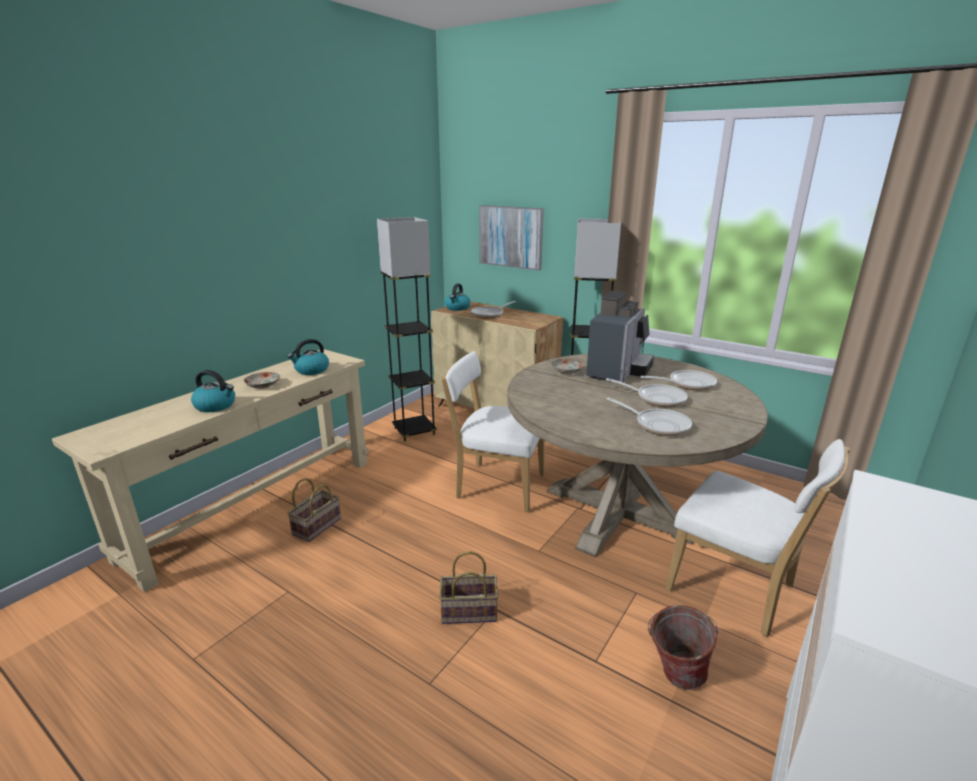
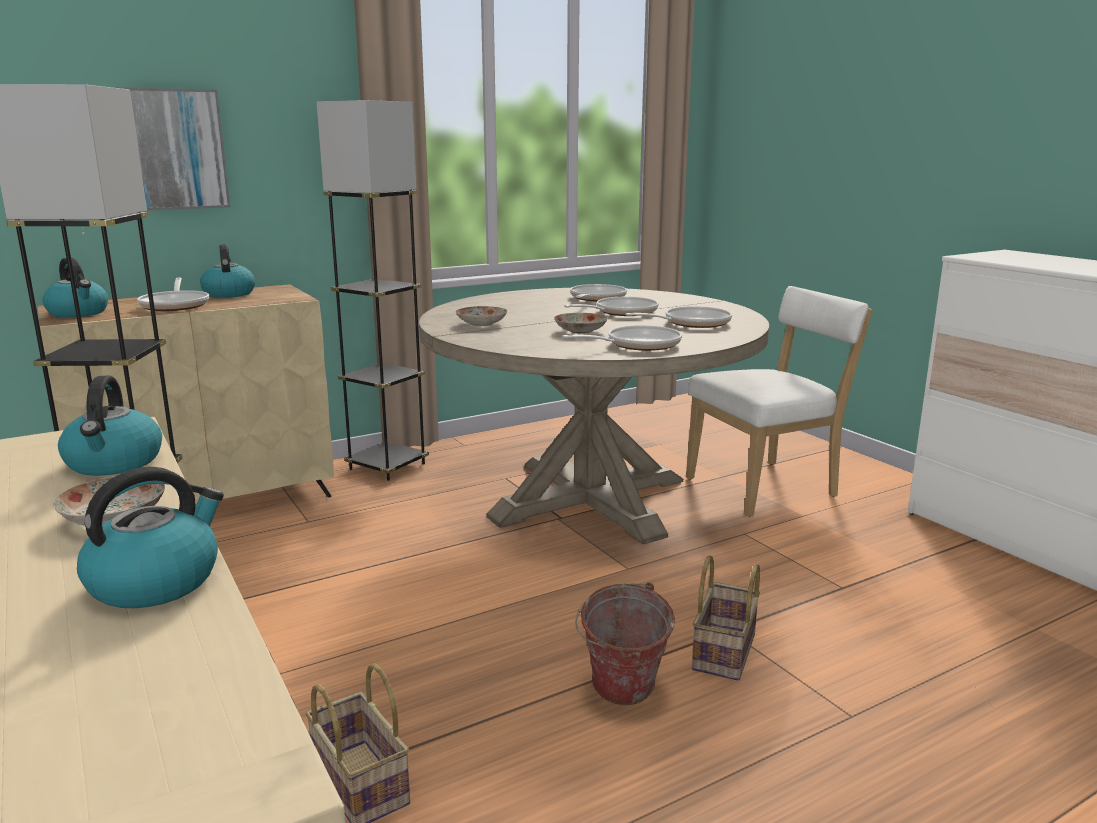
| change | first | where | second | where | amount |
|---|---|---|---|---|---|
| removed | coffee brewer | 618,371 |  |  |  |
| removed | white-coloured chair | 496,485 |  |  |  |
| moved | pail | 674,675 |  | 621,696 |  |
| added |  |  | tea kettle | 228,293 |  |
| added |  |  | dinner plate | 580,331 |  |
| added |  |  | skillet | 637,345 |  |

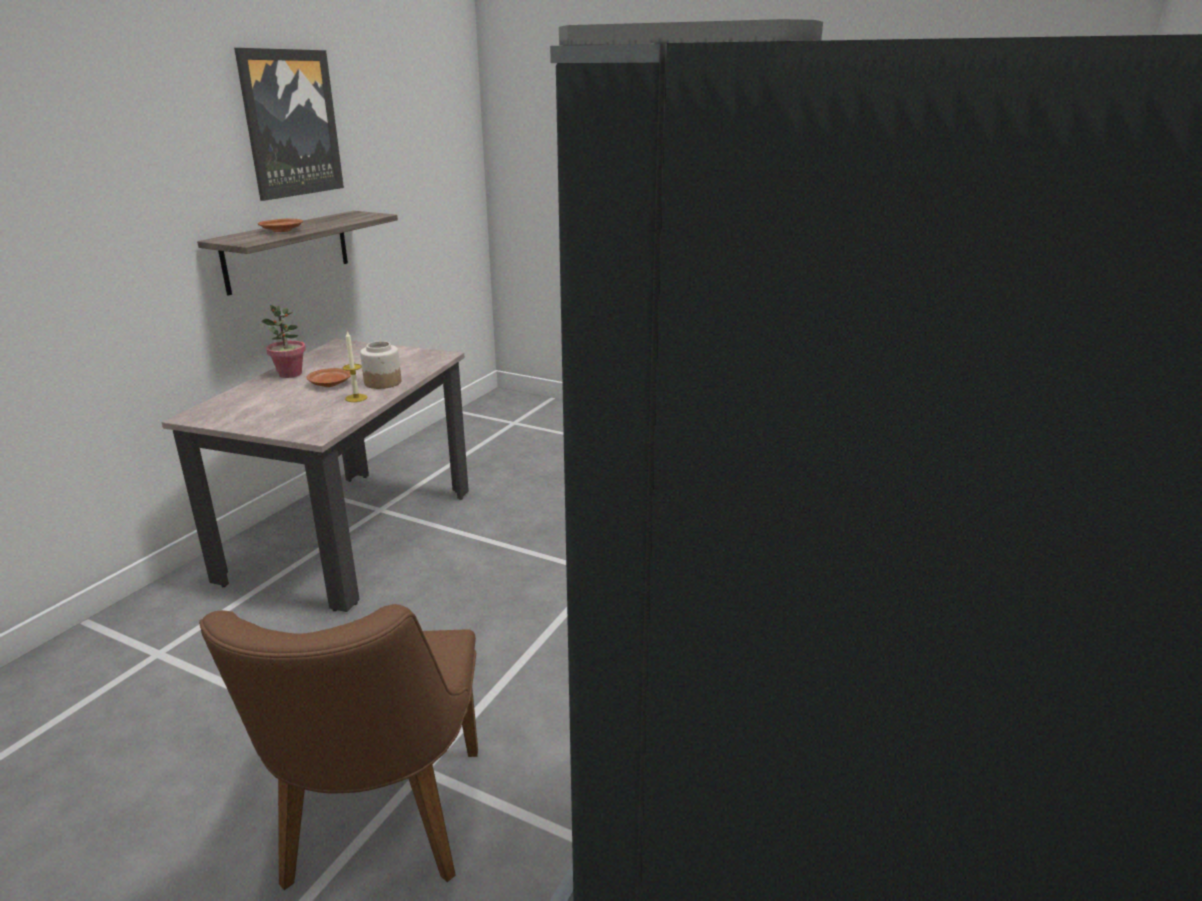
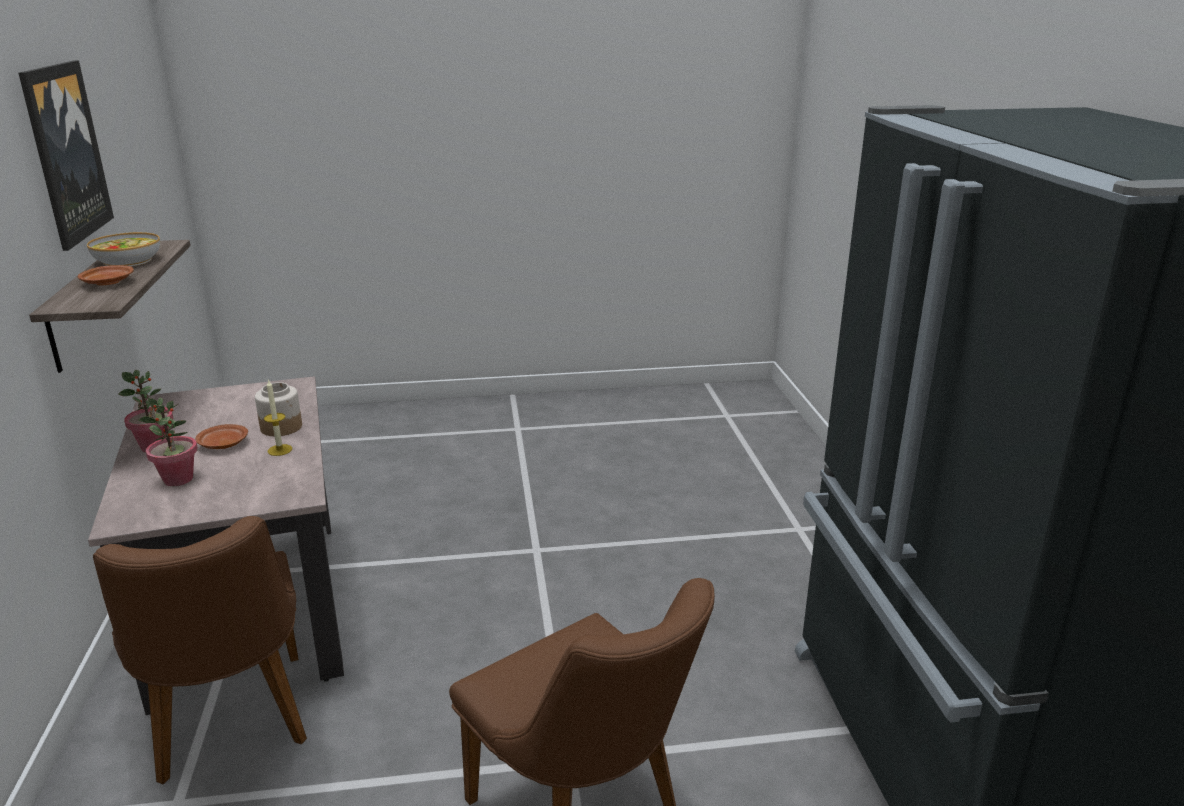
| change | first | where | second | where | amount |
|---|---|---|---|---|---|
| added |  |  | serving bowl | 127,261 |  |
| added |  |  | plant in a pot | 178,479 |  |
| added |  |  | brown-coloured chair | 229,728 |  |

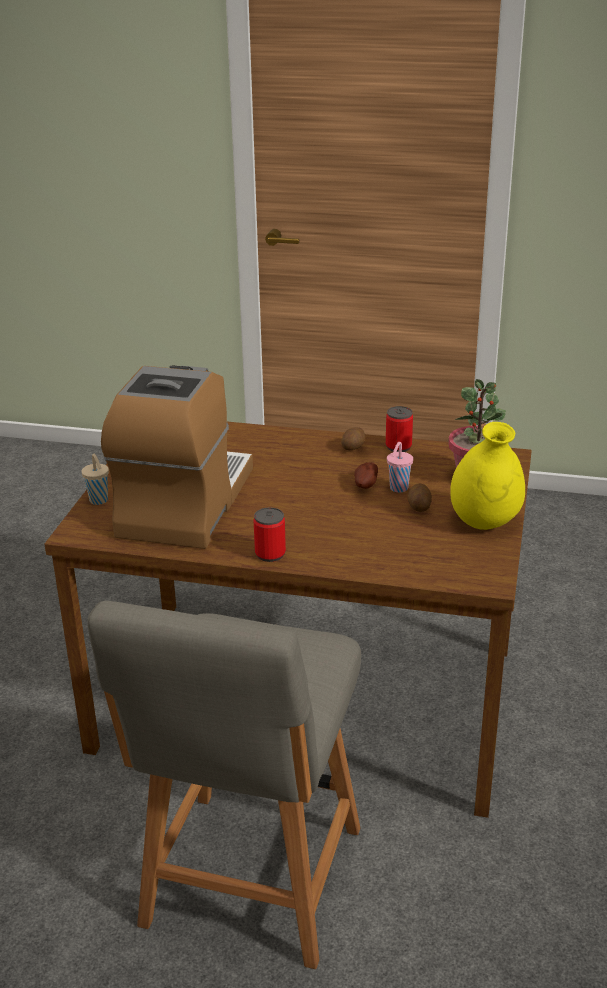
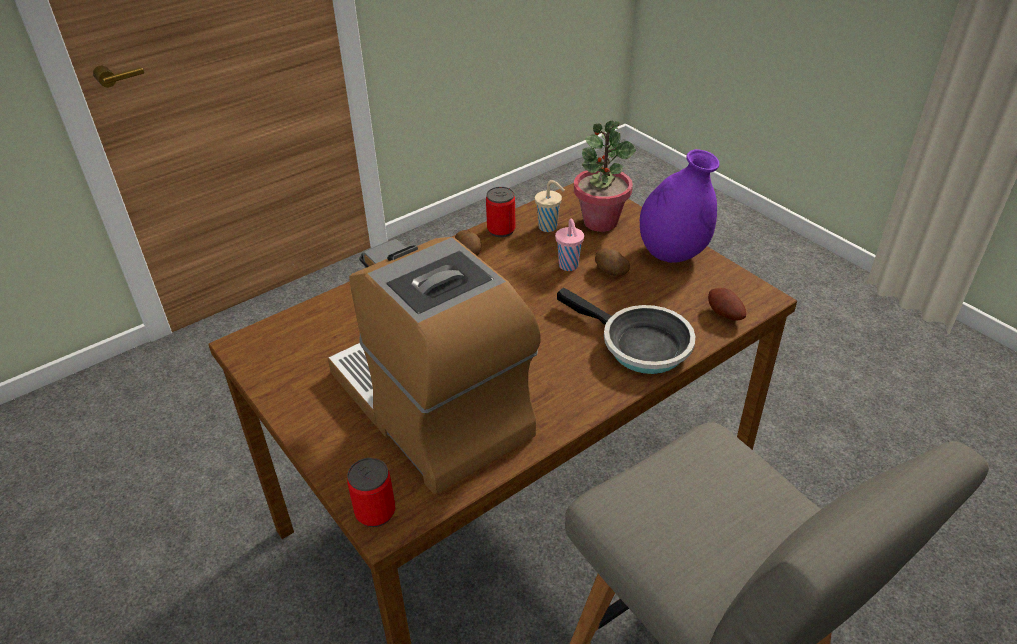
| change | first | where | second | where | amount |
|---|---|---|---|---|---|
| recoloured | yellow-coloured decorative vase | 484,522 | purplish decorative vase | 673,253 |  |
| moved | beige cup | 99,501 |  | 549,227 |  |
| moved | spud | 365,485 |  | 724,315 |  |
| moved | can | 270,554 |  | 375,512 |  |
| added |  |  | skillet | 639,345 |  |

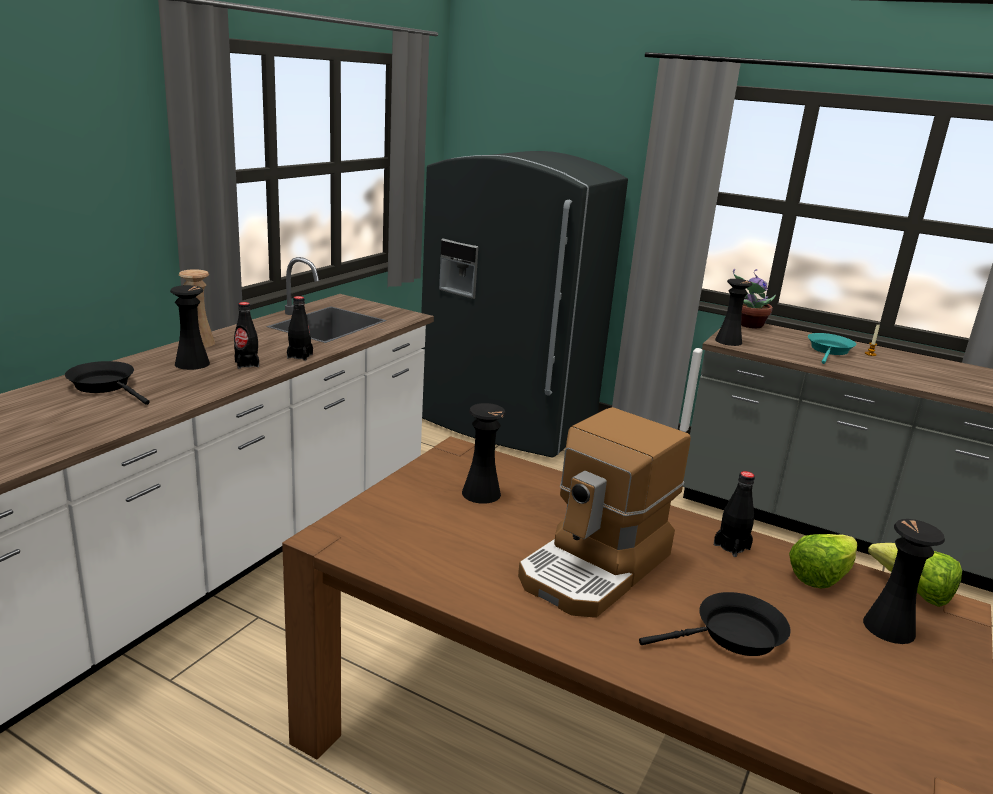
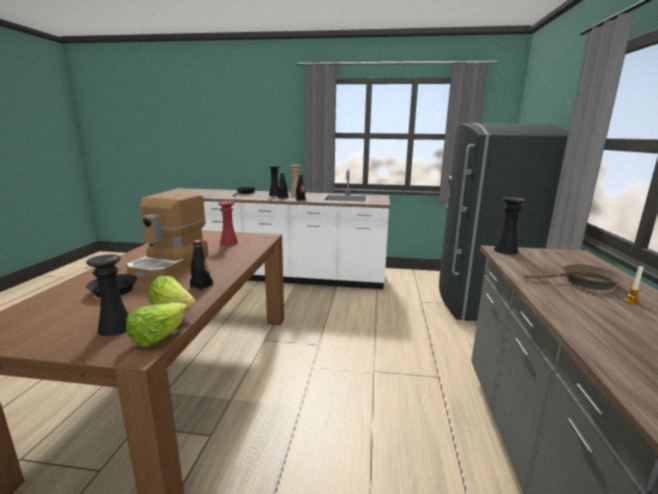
| change | first | where | second | where | amount |
|---|---|---|---|---|---|
| removed | plant in a pot | 748,325 |  |  |  |
| recoloured | blue-green skillet | 829,351 | brown-coloured skillet | 584,282 |  |
| recoloured | black decorative vase | 481,493 | red decorative vase | 229,243 |  |
| turned | coffee brewer | 596,568 |  | 170,263 | 90 degrees counterclockwise |

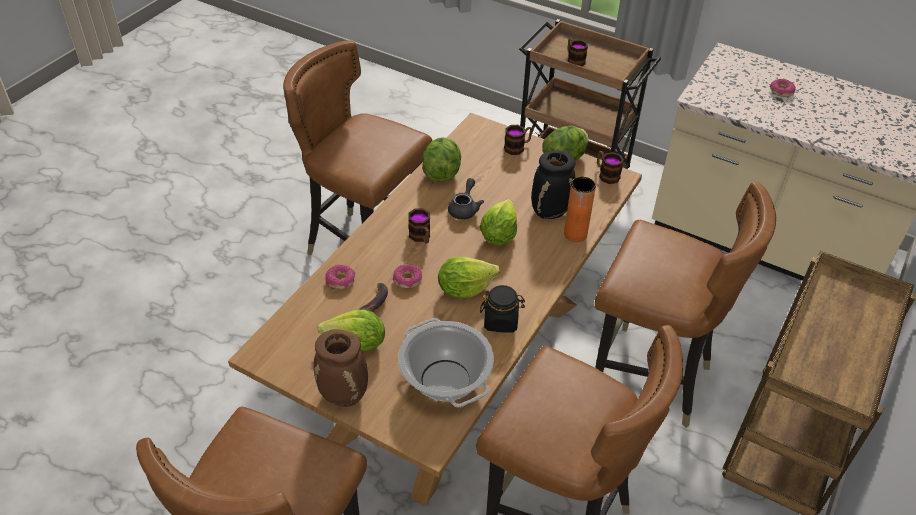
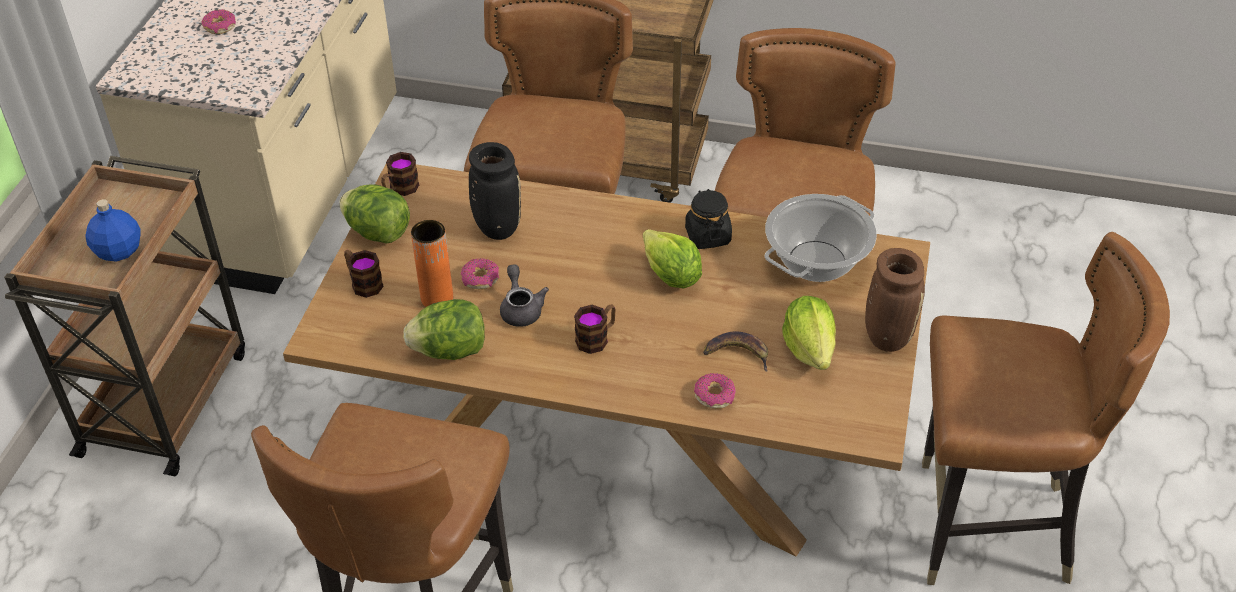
| change | first | where | second | where | amount |
|---|---|---|---|---|---|
| replaced | tea mug | 574,60 | blue bottle | 119,251 |  |
| moved | orange decorative vase | 575,234 |  | 437,298 |  |
| turned | grey tea pot | 464,208 |  | 521,309 | 75 degrees clockwise |
| removed | lettuce head | 498,235 |  |  |  |
| moved | doughnut | 407,280 |  | 480,279 |  |

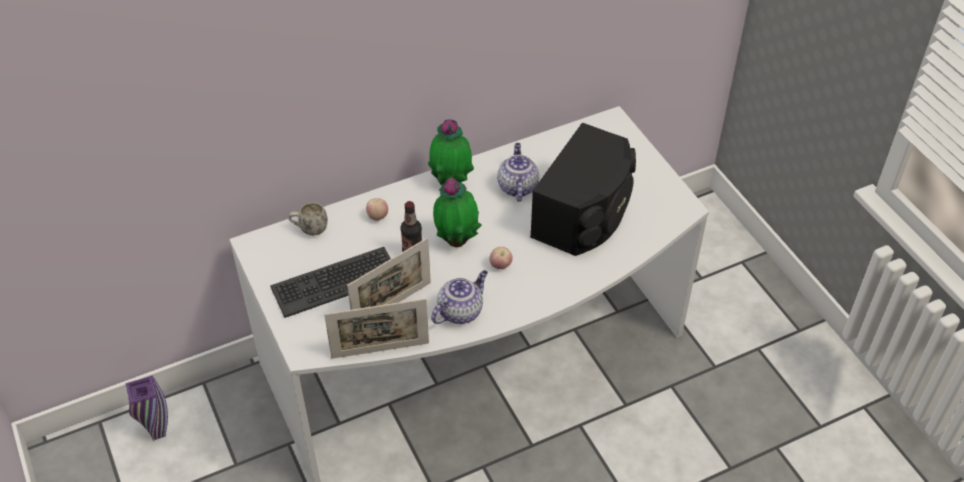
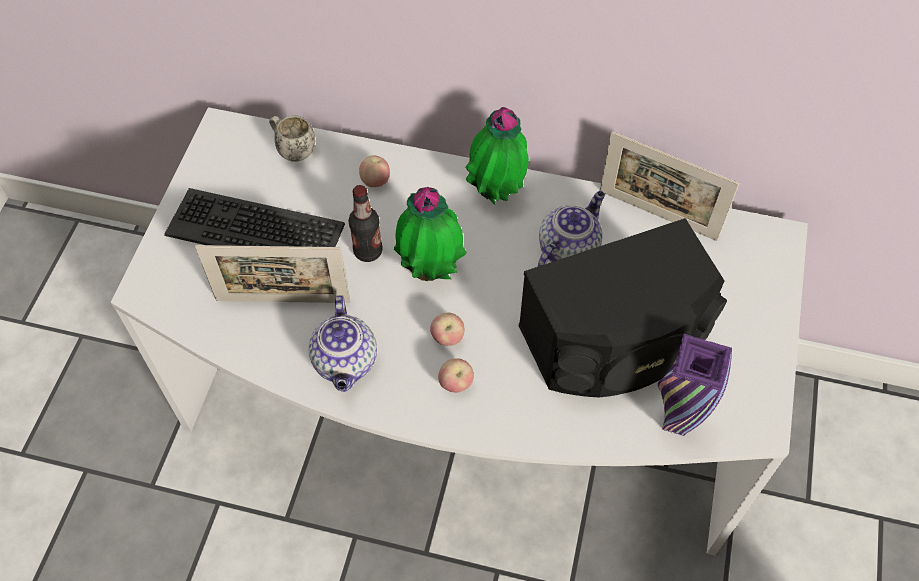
| change | first | where | second | where | amount |
|---|---|---|---|---|---|
| turned | tea pot | 460,311 |  | 346,363 | 90 degrees clockwise |
| moved | picture frame | 380,350 |  | 657,215 |  |
| moved | purplish decorative vase | 158,433 |  | 675,423 |  |
| added |  |  | apple | 456,384 |  |

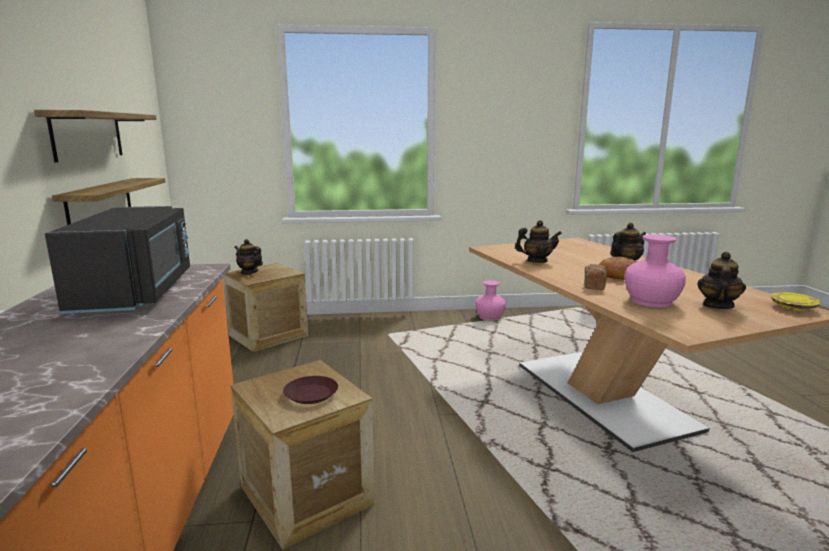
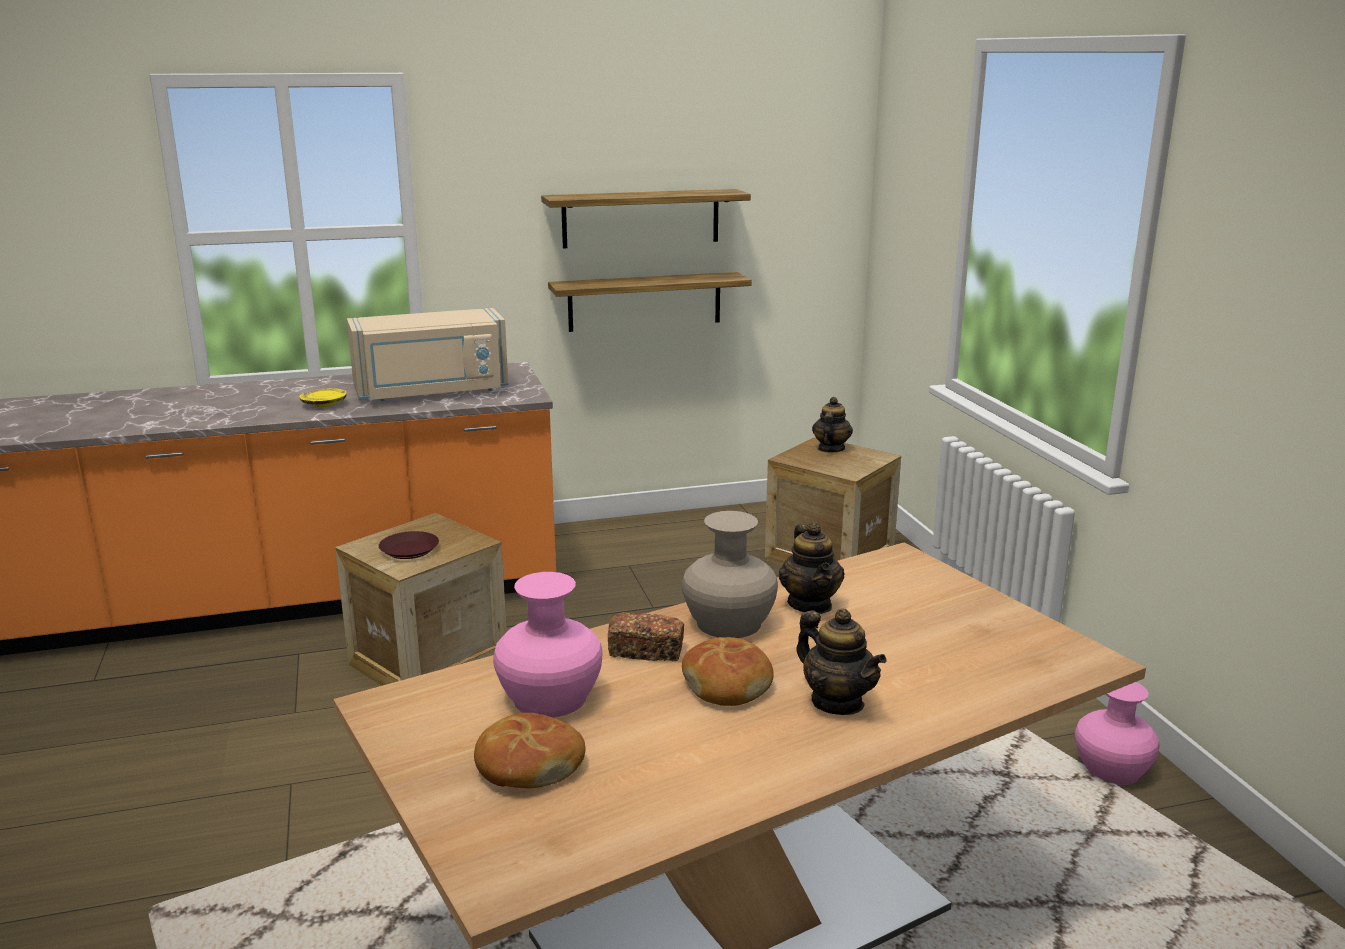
| change | first | where | second | where | amount |
|---|---|---|---|---|---|
| recoloured | black kitchen microwave | 137,292 | beige kitchen microwave | 432,392 |  |
| replaced | tea pot | 717,305 | bakery bread | 528,766 |  |
| moved | yellow-coloured dinner plate | 793,307 |  | 324,405 |  |
| added |  |  | beige decorative vase | 729,623 |  |

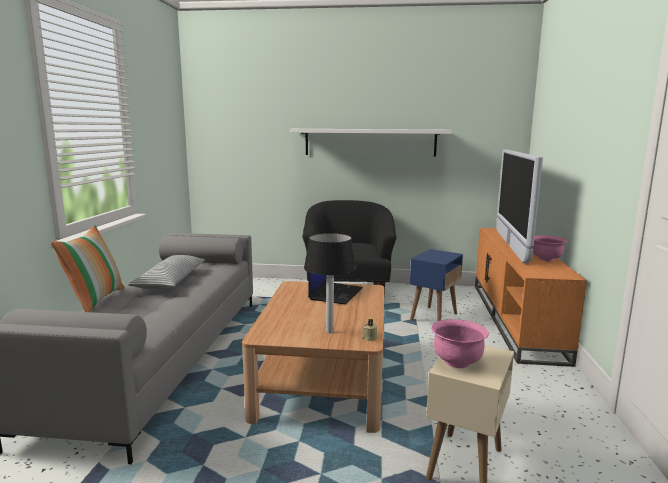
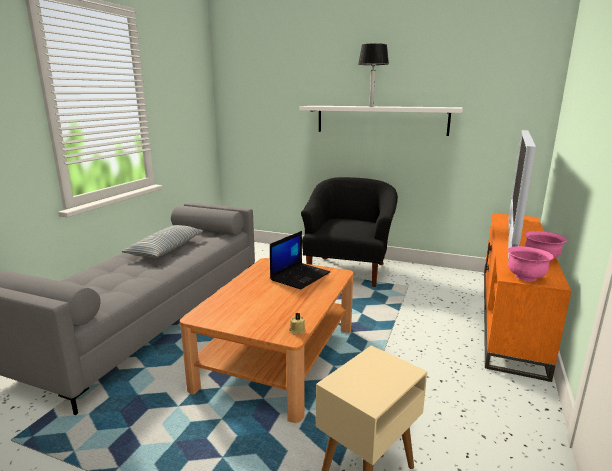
| change | first | where | second | where | amount |
|---|---|---|---|---|---|
| removed | cushion | 95,300 |  |  |  |
| moved | table lamp | 330,331 |  | 371,106 |  |
| removed | blue side table | 434,317 |  |  |  |
| moved | pink-coloured serving bowl | 457,362 |  | 526,277 |  |

